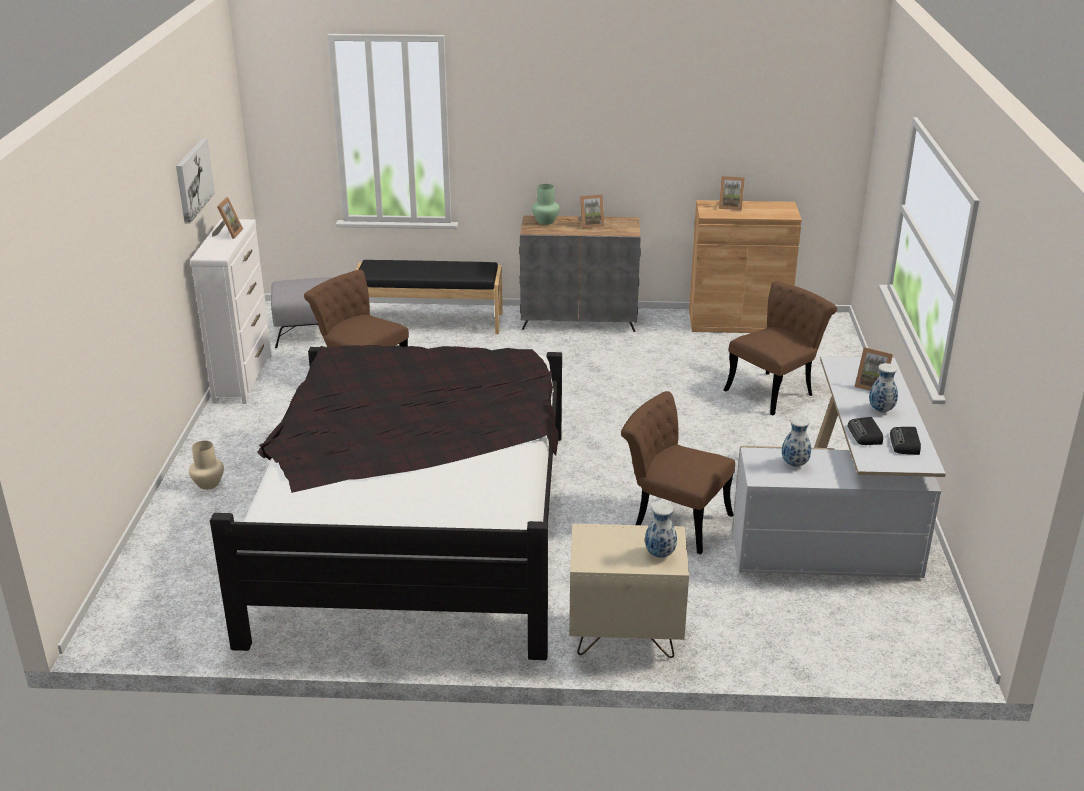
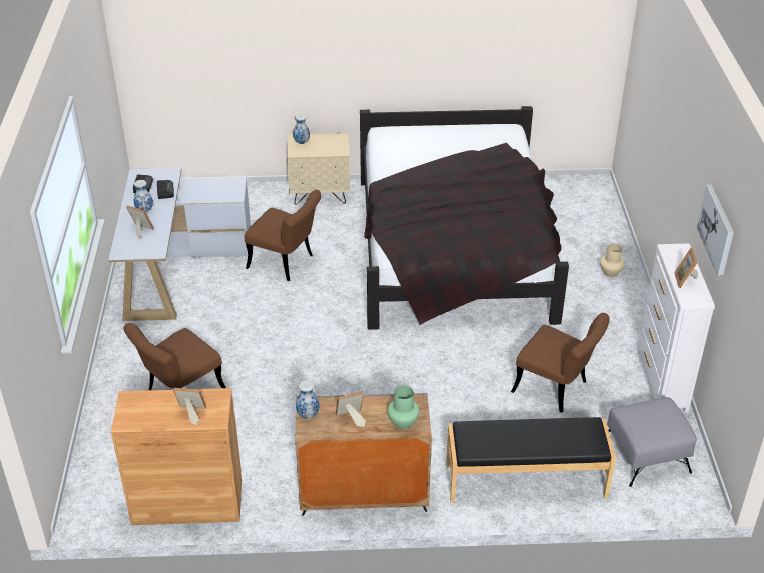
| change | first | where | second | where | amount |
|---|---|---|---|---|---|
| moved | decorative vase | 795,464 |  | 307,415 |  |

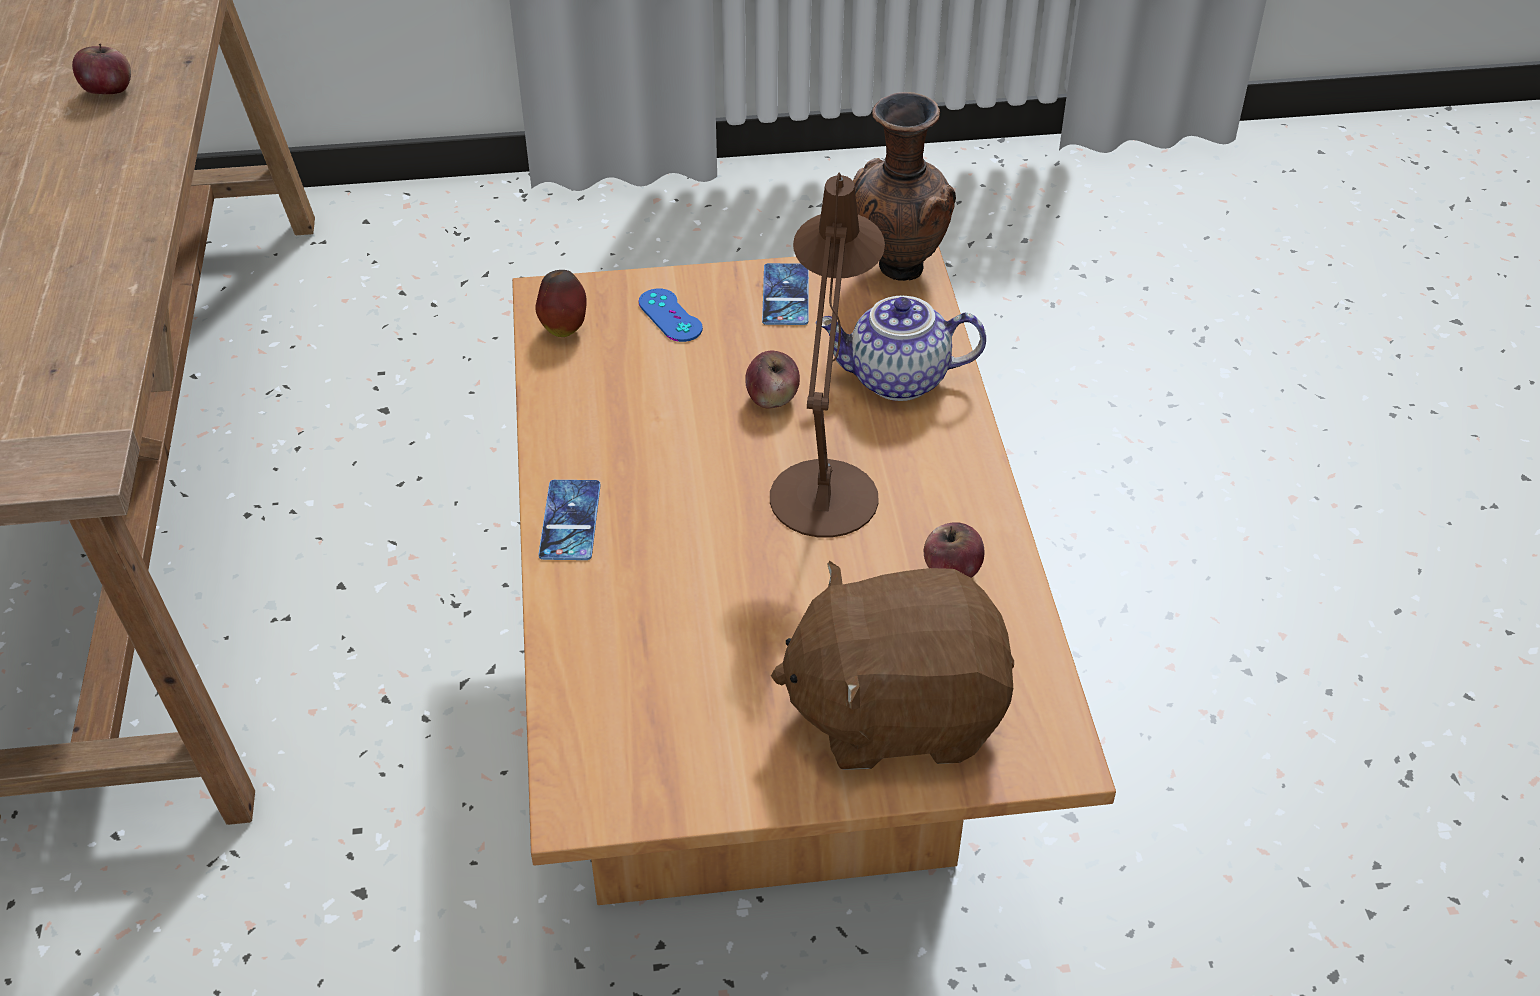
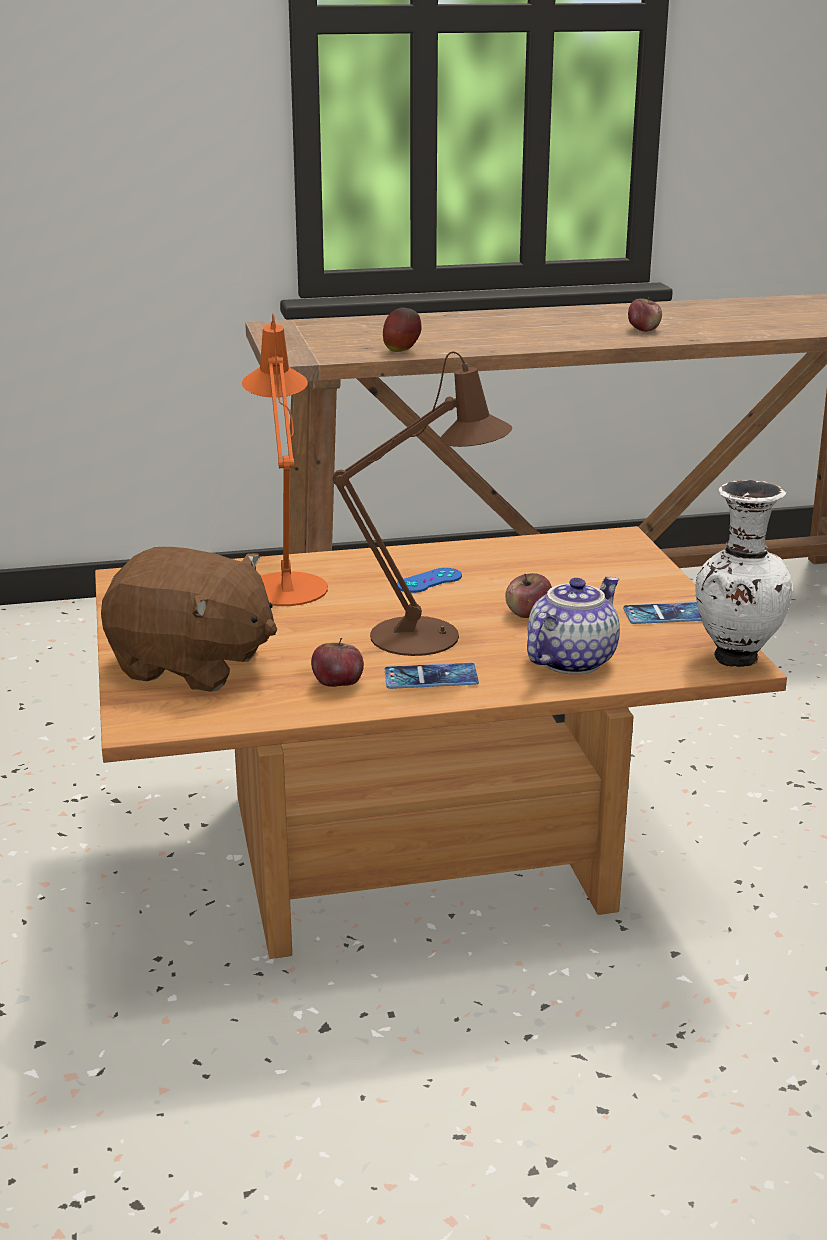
| change | first | where | second | where | amount |
|---|---|---|---|---|---|
| recoloured | brown-coloured decorative vase | 897,269 | white-coloured decorative vase | 734,657 |  |
| moved | apple | 564,328 |  | 402,351 |  |
| moved | blue joypad | 670,316 |  | 429,581 |  |
| turned | tea pot | 897,381 |  | 570,660 | 45 degrees clockwise |
| moved | telephone | 570,520 |  | 431,677 |  |
| turned | brown-coloured soft toy | 895,711 |  | 192,665 | 120 degrees clockwise |
| added |  |  | orange table lamp | 285,584 |  |

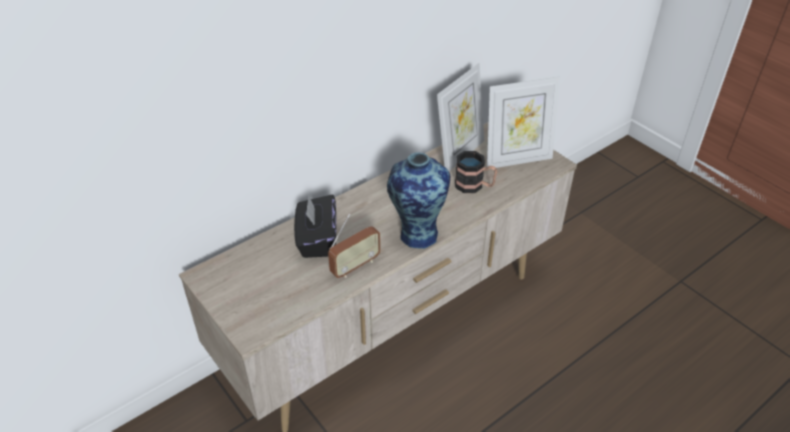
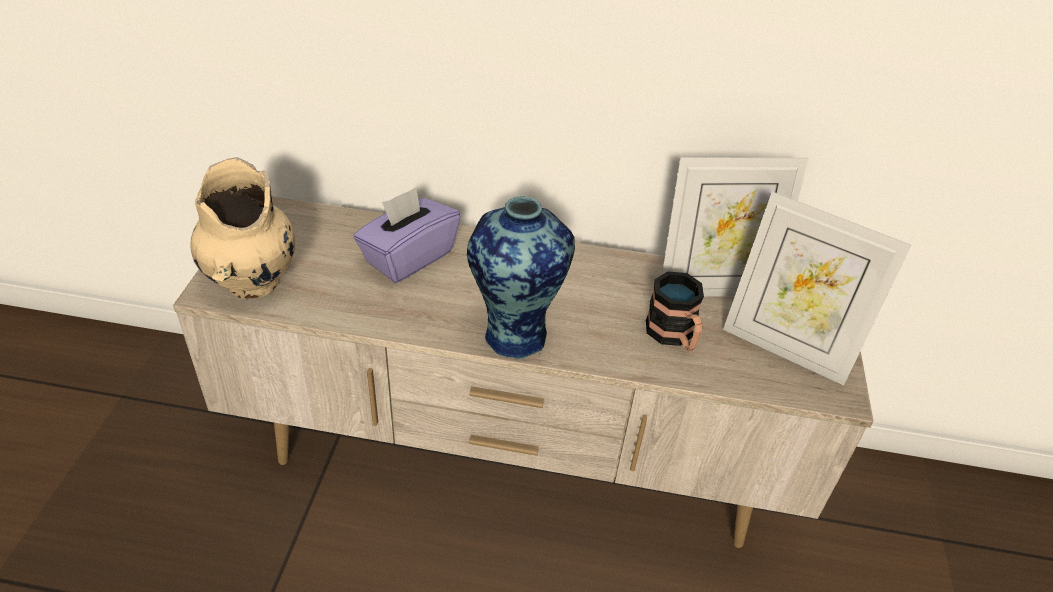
| change | first | where | second | where | amount |
|---|---|---|---|---|---|
| recoloured | black tissue box | 317,240 | purplish tissue box | 408,257 |  |
| removed | radio | 355,266 |  |  |  |
| added |  |  | beige decorative vase | 252,283 |  |

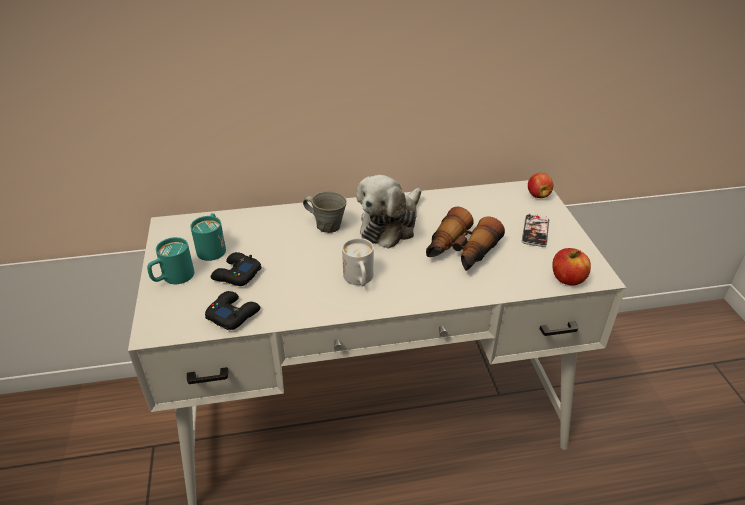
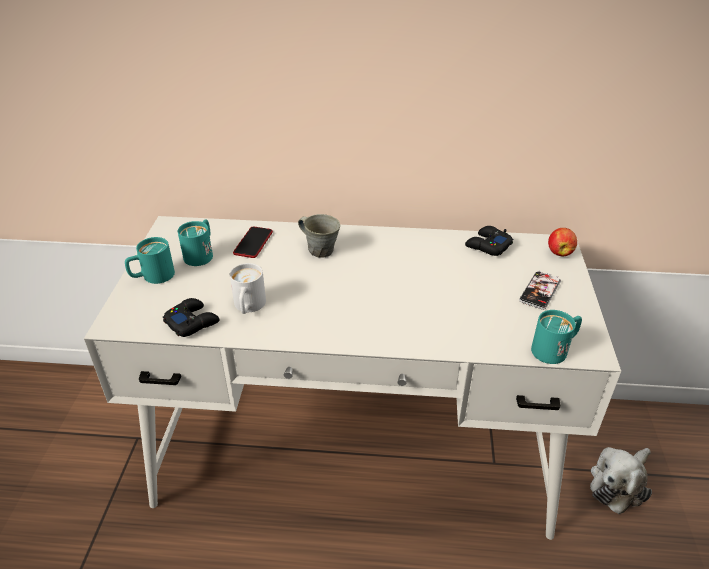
| change | first | where | second | where | amount |
|---|---|---|---|---|---|
| moved | soft toy | 390,225 |  | 619,484 |  |
| removed | field glasses | 460,252 |  |  |  |
| moved | white-coloured tea mug | 359,280 |  | 248,307 |  |
| replaced | apple | 567,279 | blue-green tea mug | 555,349 |  |
| moved | black joypad | 236,274 |  | 487,246 |  |
| added |  |  | telephone | 253,243 |  |

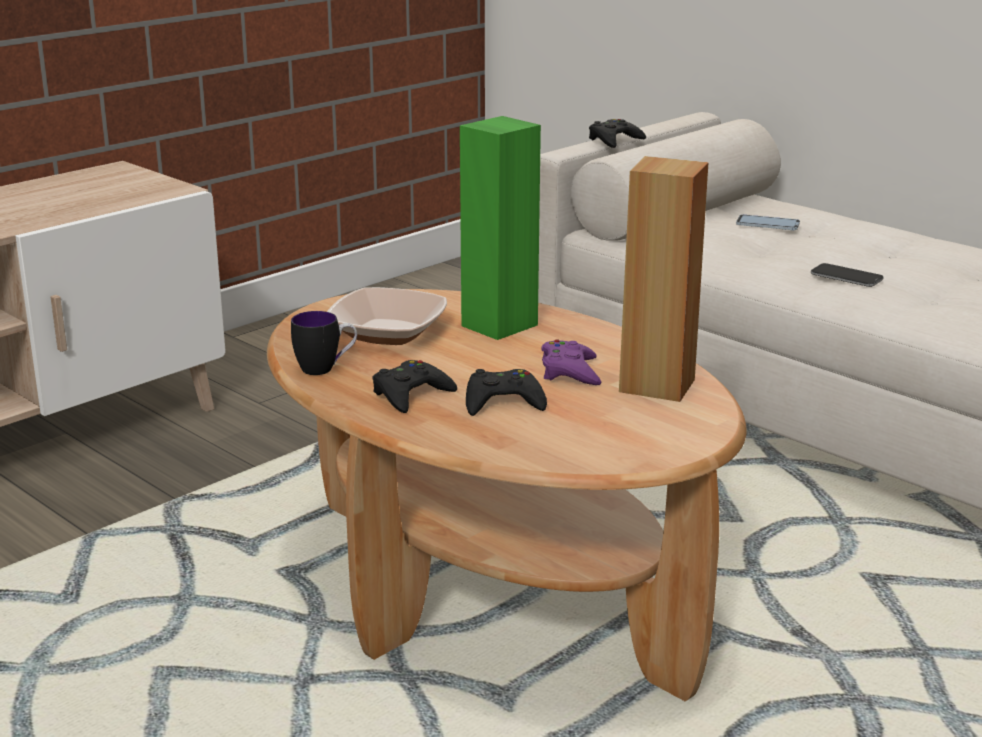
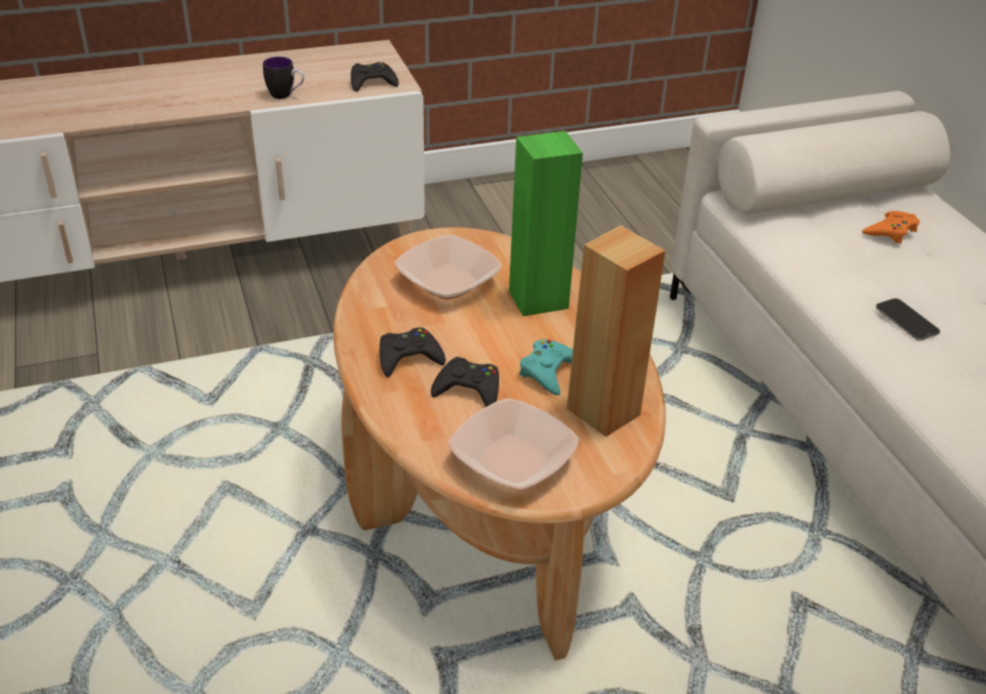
| change | first | where | second | where | amount |
|---|---|---|---|---|---|
| moved | black joypad | 614,140 |  | 372,82 |  |
| replaced | telephone | 767,224 | orange joypad | 891,231 |  |
| moved | tea mug | 326,369 |  | 286,96 |  |
| recoloured | purplish joypad | 570,371 | blue-green joypad | 548,371 |  |
| added |  |  | serving bowl | 513,460 |  |

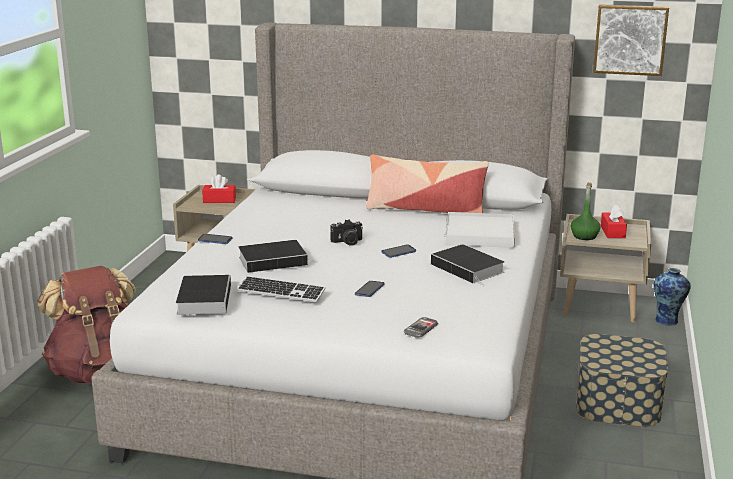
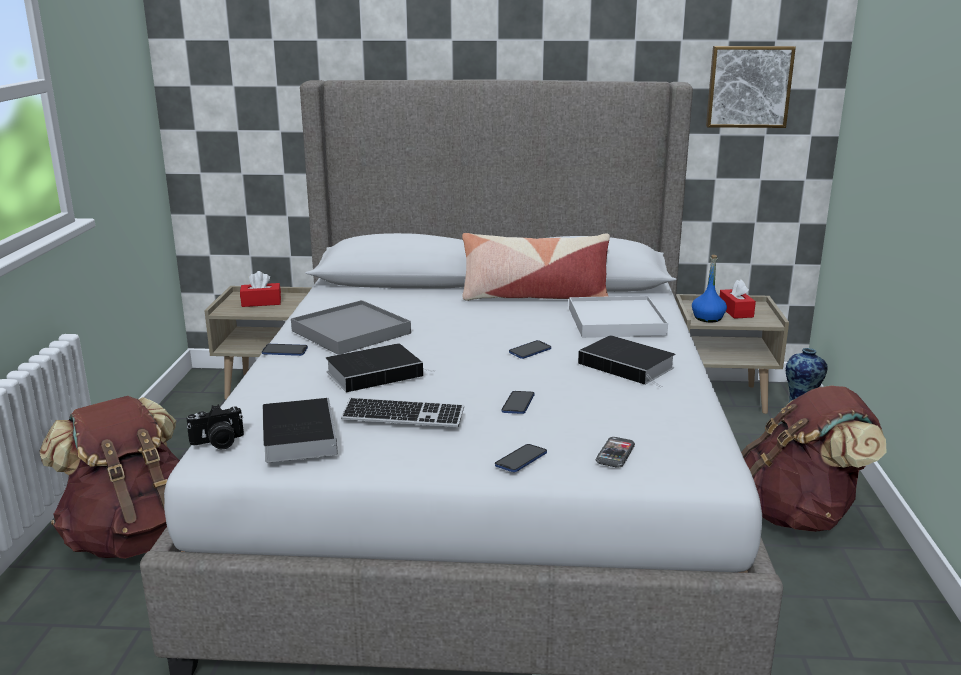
| change | first | where | second | where | amount |
|---|---|---|---|---|---|
| recoloured | green-coloured bottle | 584,236 | blue bottle | 708,318 |  |
| moved | photo camera | 347,242 |  | 218,443 |  |
| replaced | storage box | 618,403 | brown-coloured backpack | 798,515 |  |
| added |  |  | grey serving tray | 351,332 |  |
| added |  |  | telephone | 521,459 |  |

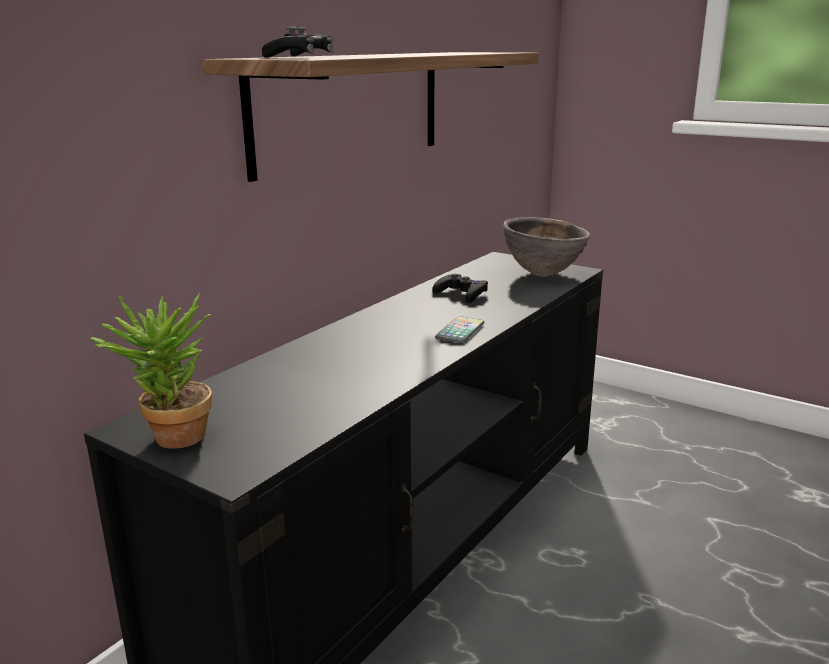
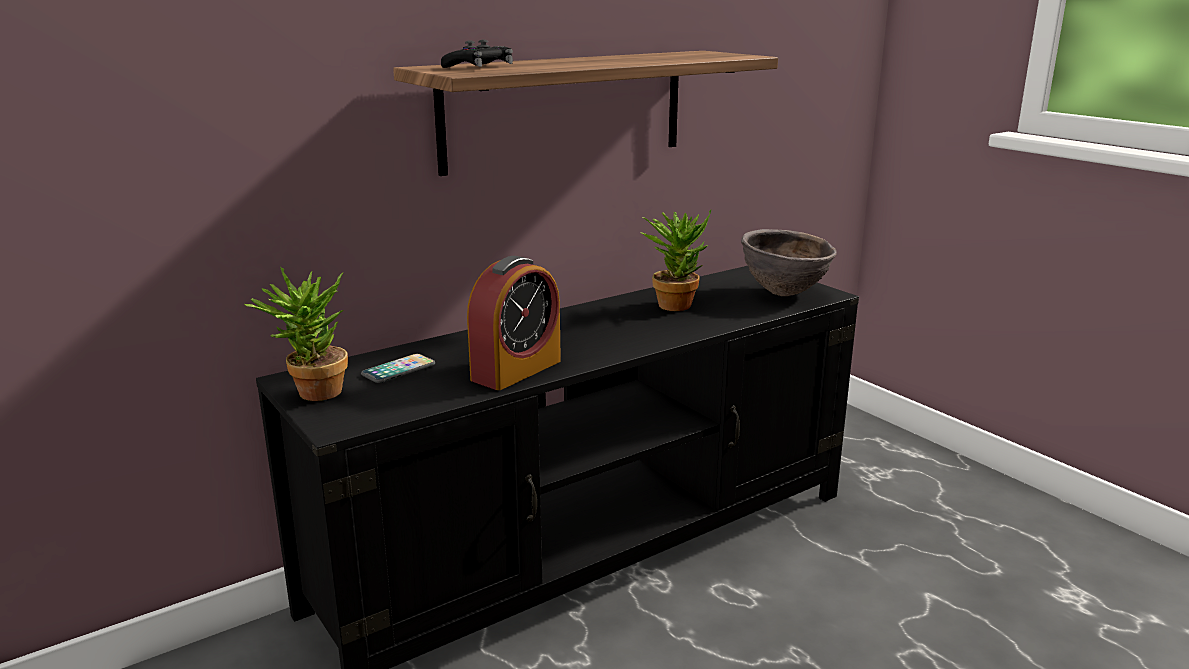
| change | first | where | second | where | amount |
|---|---|---|---|---|---|
| replaced | black joypad | 461,294 | plant in a pot | 676,303 |  |
| moved | telephone | 460,331 |  | 398,370 |  |
| added |  |  | alarm clock | 516,370 |  |

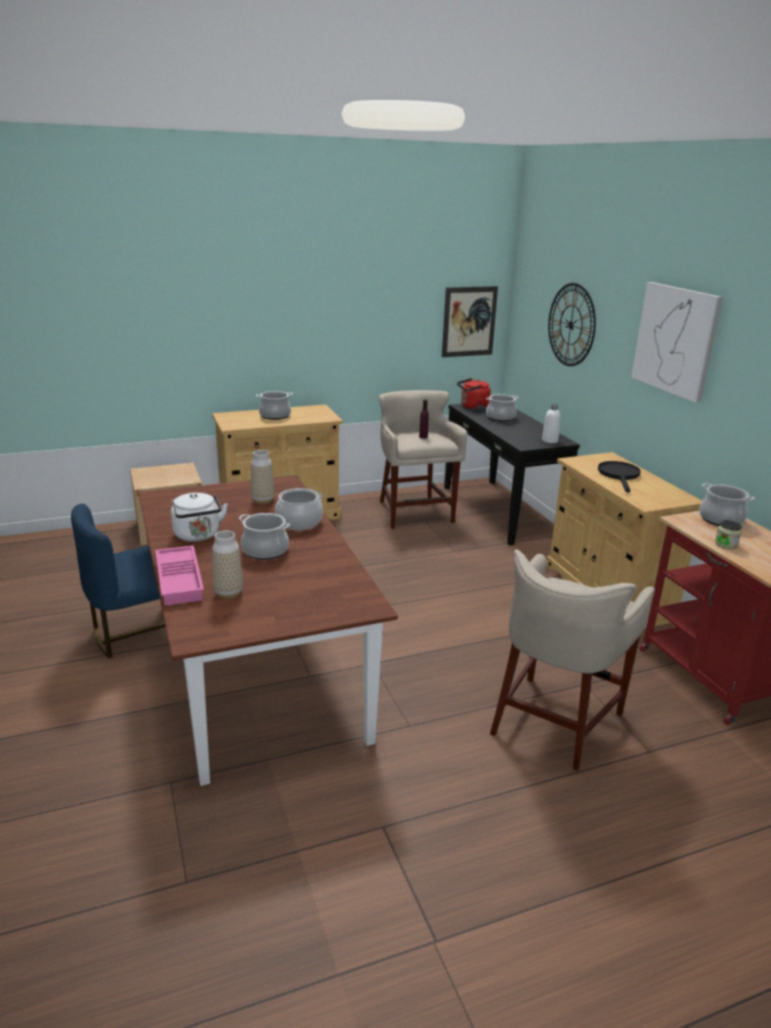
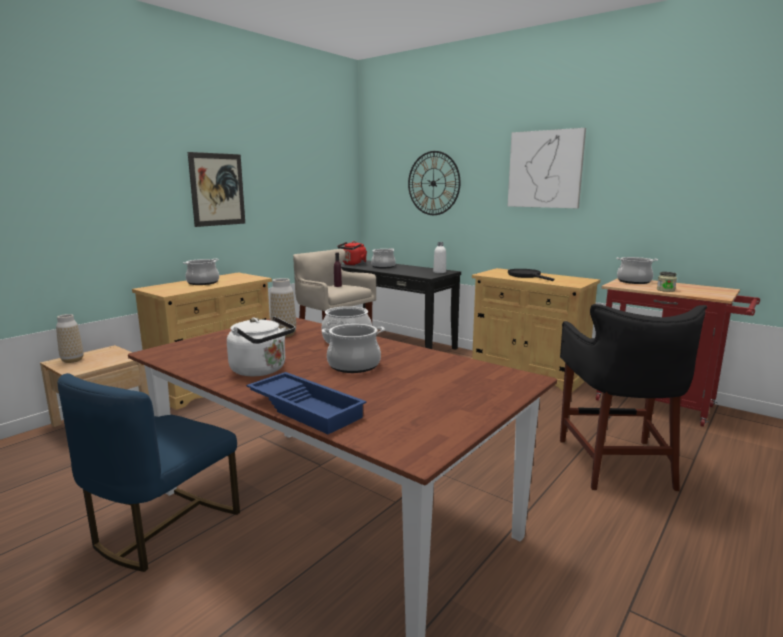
| change | first | where | second | where | amount |
|---|---|---|---|---|---|
| moved | picture | 469,321 |  | 217,189 |  |
| moved | decorative vase | 228,593 |  | 72,360 |  |
| recoloured | pink-coloured serving tray | 181,580 | blue serving tray | 307,408 |  |
| recoloured | beige stool | 555,721 | black stool | 616,463 |  |

